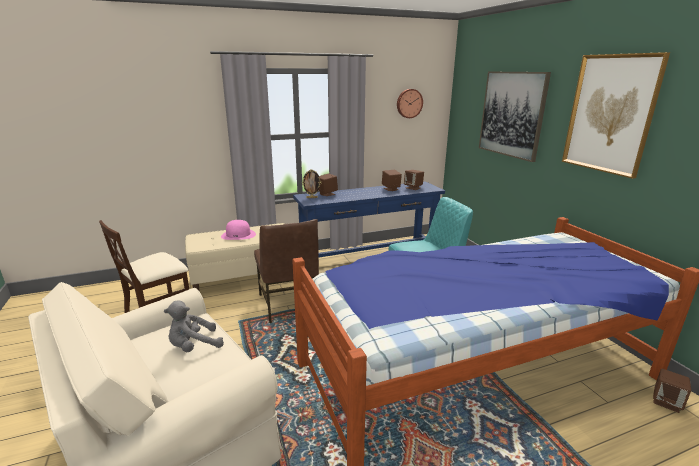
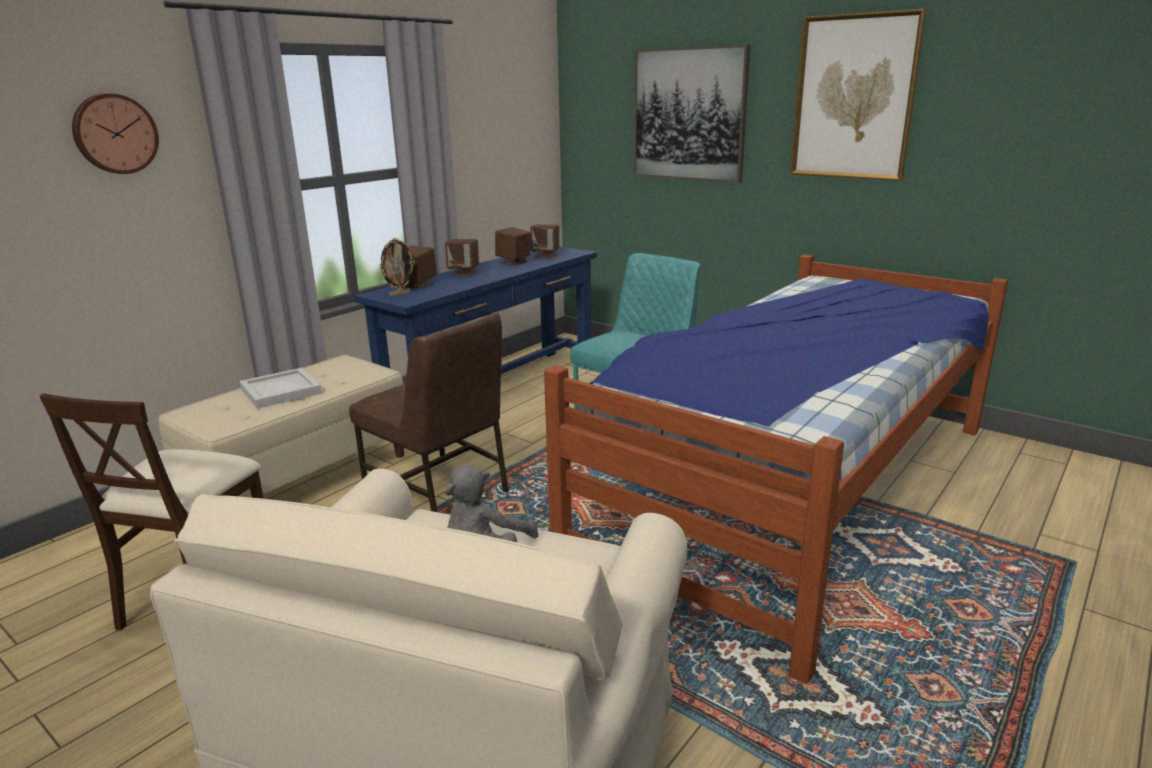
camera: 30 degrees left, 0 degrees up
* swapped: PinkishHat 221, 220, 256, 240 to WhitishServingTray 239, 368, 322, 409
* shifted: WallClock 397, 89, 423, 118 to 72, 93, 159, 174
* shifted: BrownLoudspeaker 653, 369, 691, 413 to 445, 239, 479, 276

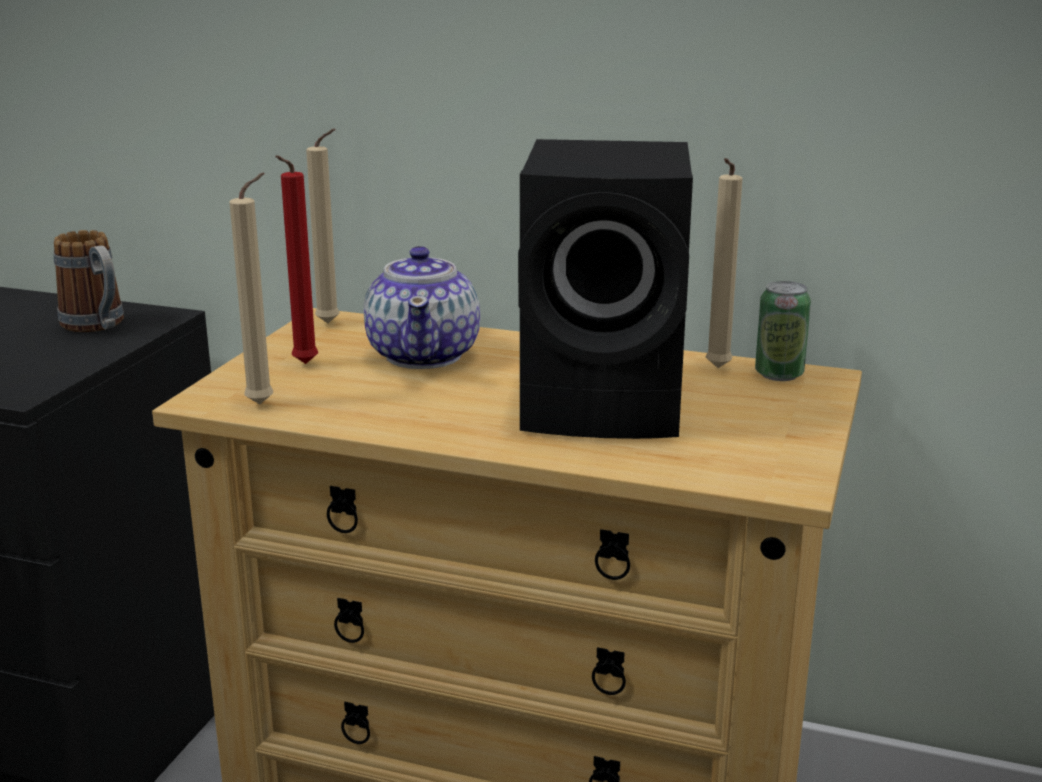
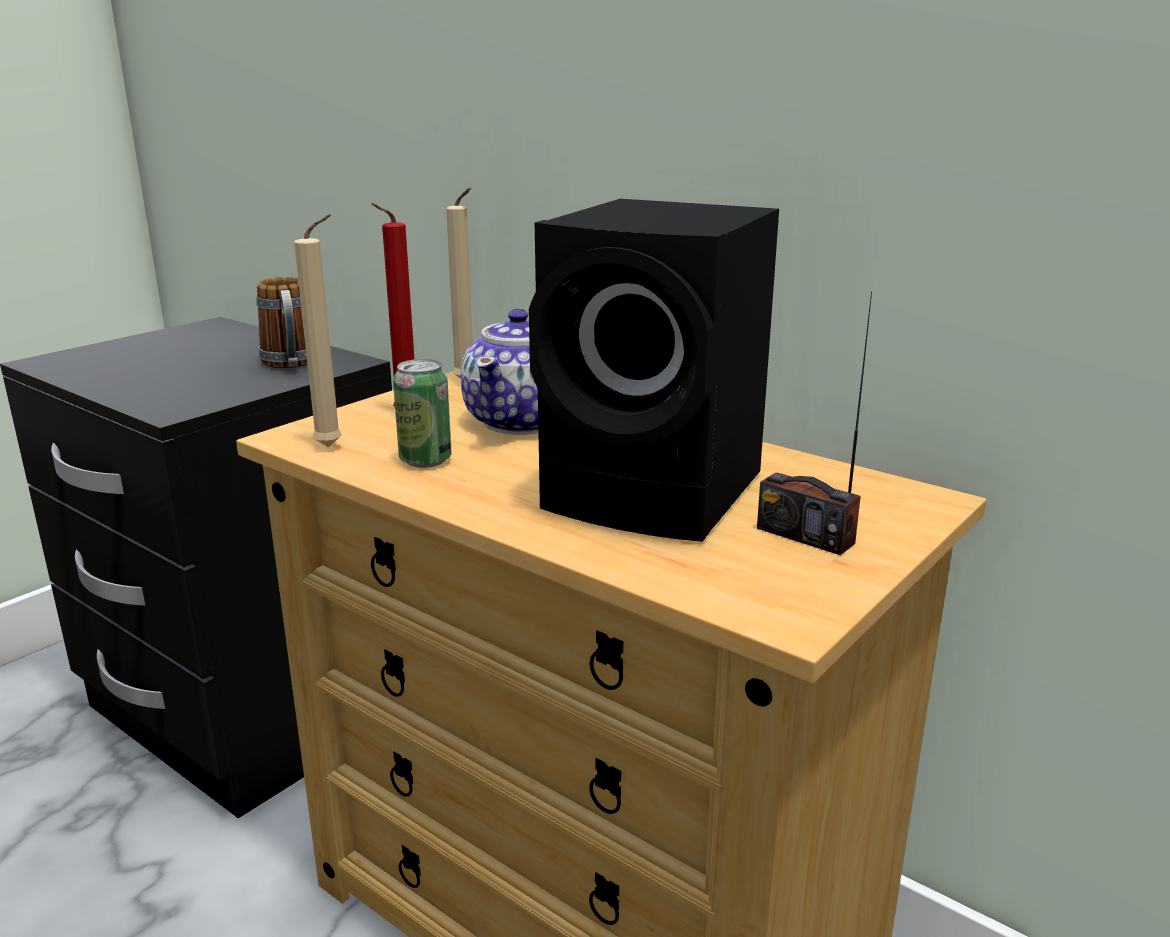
camera: 20 degrees right, 0 degrees up
* gone: BeigeColouredCandle 705, 158, 743, 368
* shifted: MetalCan 755, 281, 811, 381 to 393, 359, 452, 468
* new: RadioReceiver 757, 291, 872, 555

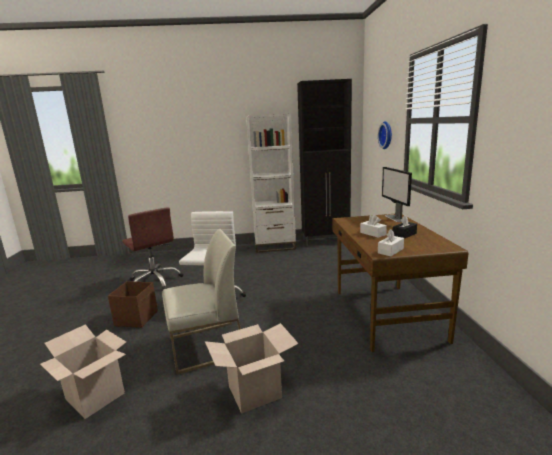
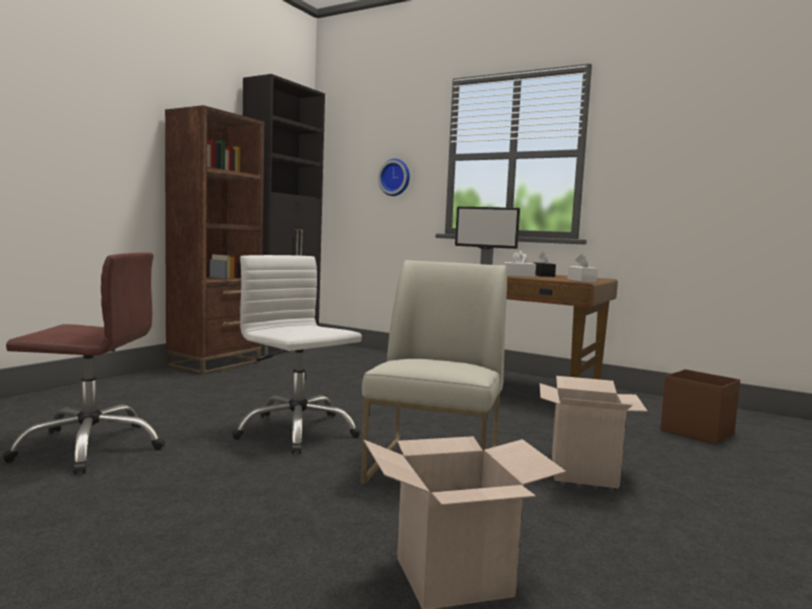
camera: 55 degrees left, 10 degrees down
* shifted: BrownStorageContainer 108, 281, 158, 328 to 660, 369, 740, 445
* repainted: WhitishBookshelf 246, 114, 296, 253 to BrownBookshelf 165, 105, 264, 375

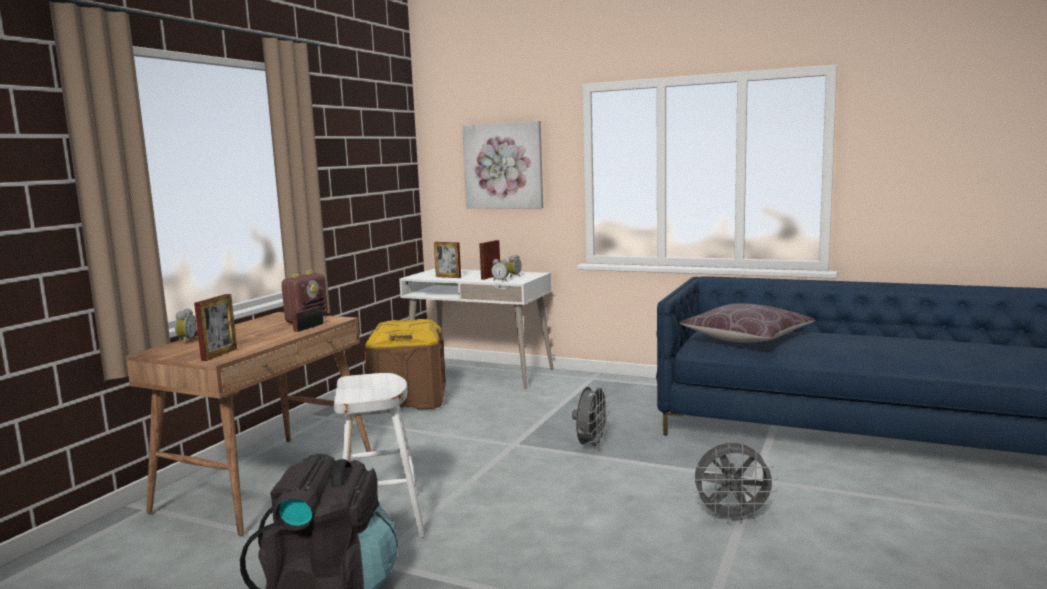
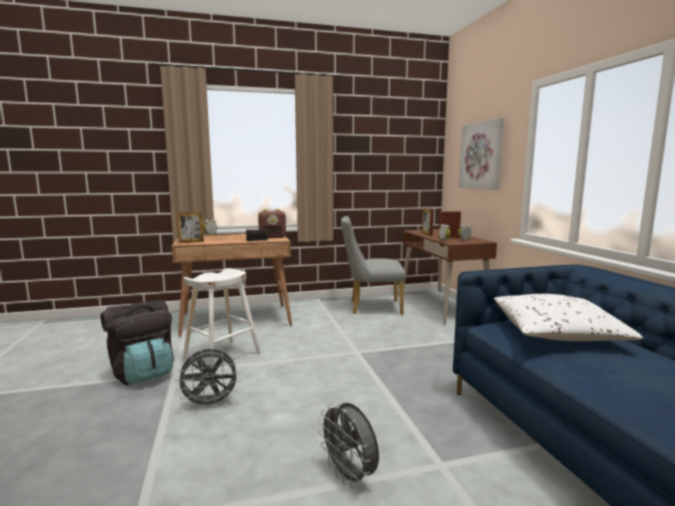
camera: 50 degrees right, 0 degrees up
* swapped: BrownStorageContainer 365, 319, 446, 410 to GreyUprightChair 341, 216, 406, 315
* repainted: WhitishDeskTable 399, 269, 553, 389 to BrownDeskTable 402, 229, 497, 325
* shifted: GreyFan 572, 384, 610, 450 to 175, 349, 240, 410
* repainted: BrownPillow 679, 304, 815, 343 to WhitishPillow 494, 294, 643, 341

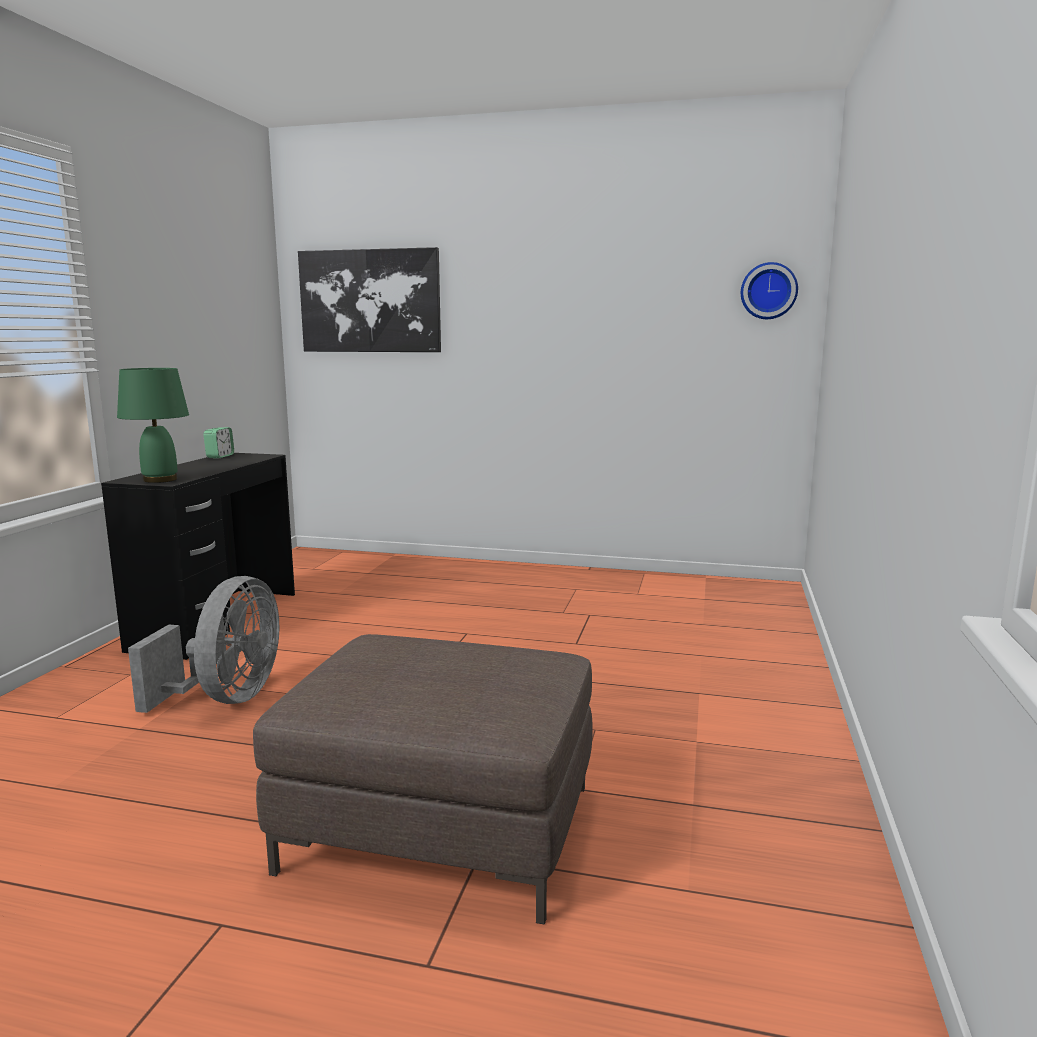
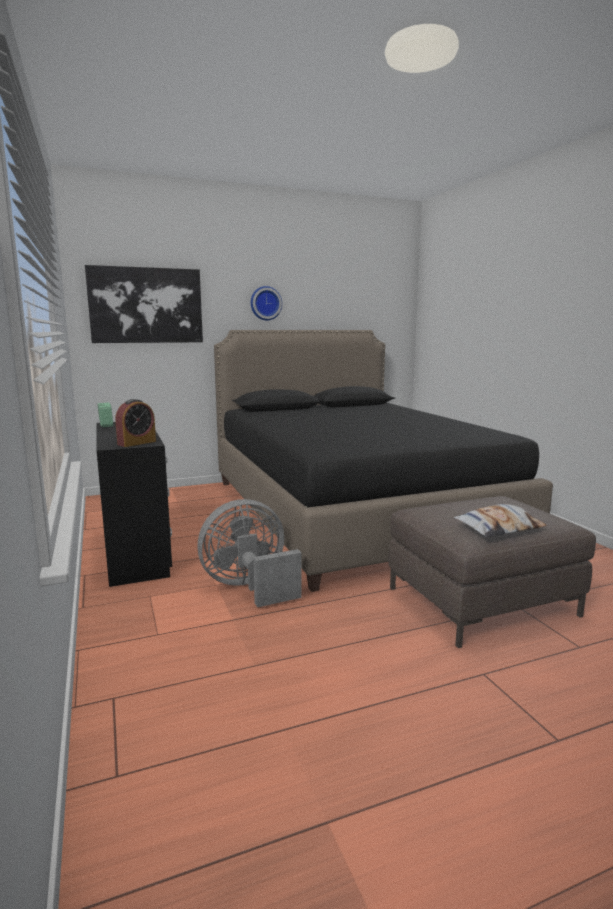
camera: 35 degrees left, 0 degrees up
* swapped: GreenishTableLamp 117, 368, 189, 483 to TableClock 115, 399, 156, 447
* rotated: GreyFan 128, 576, 279, 713 = 197, 499, 302, 607 90 degrees counterclockwise
* shifted: WallClock 741, 262, 798, 319 to 251, 286, 282, 320
* new: BlackishBed 214, 330, 553, 592
* new: Pillow 454, 504, 547, 538

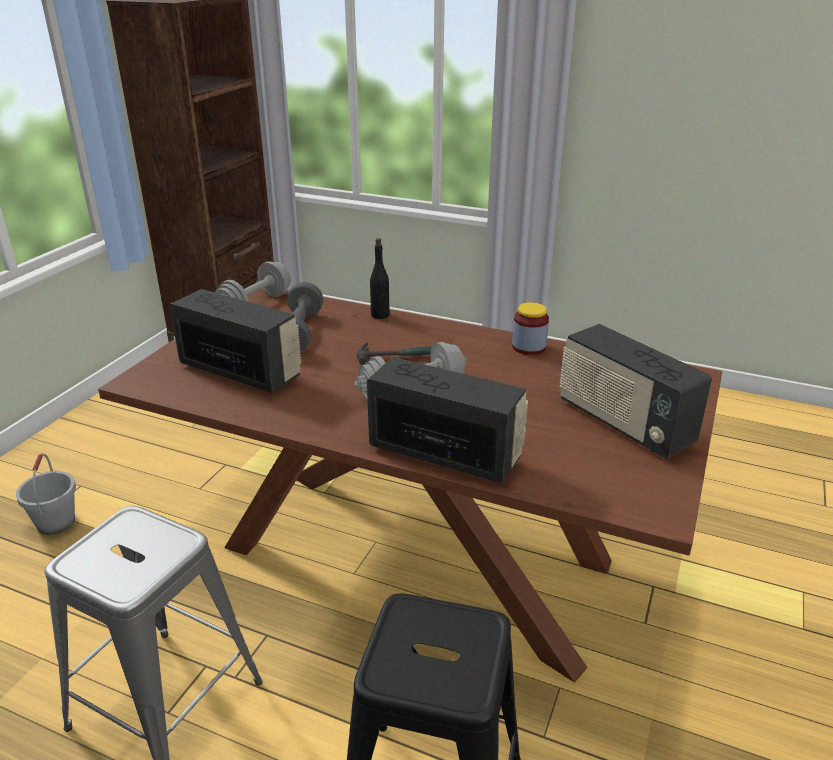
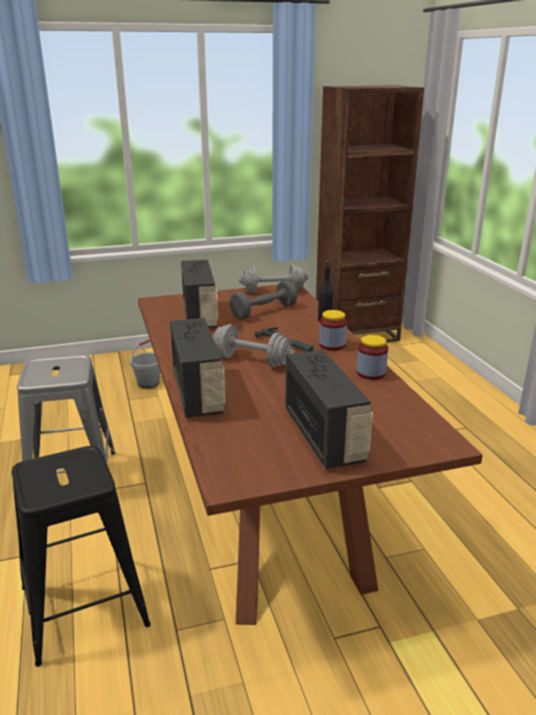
camera: 50 degrees right, 5 degrees down
* rotated: RadioReceiver 559, 324, 712, 459 = 285, 350, 373, 469 150 degrees clockwise
* new: Jar 319, 310, 347, 350

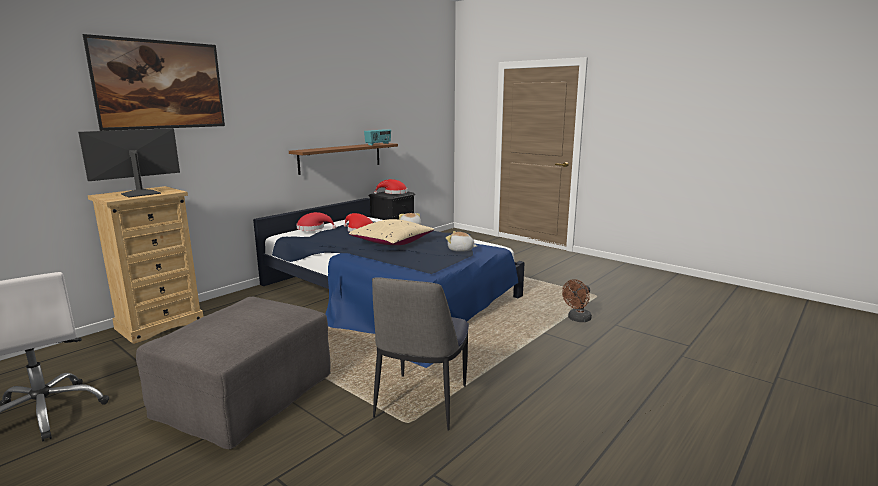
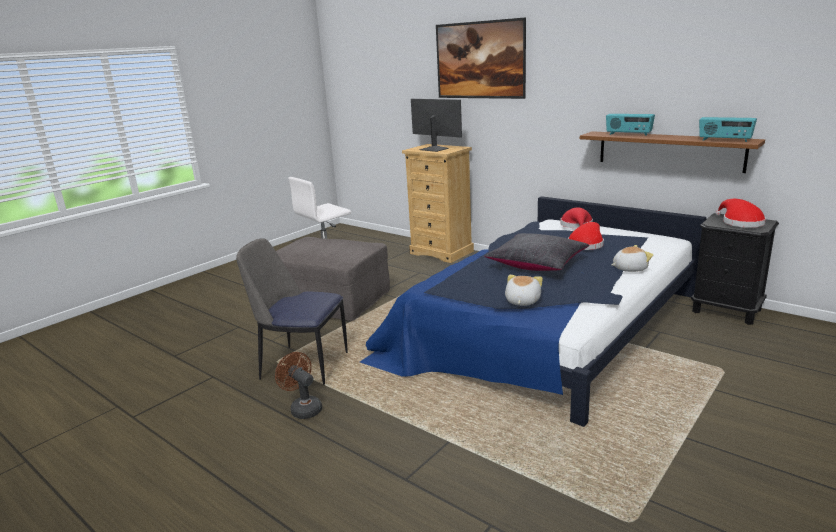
camera: 90 degrees right, 5 degrees up
* repainted: BeigeColouredPillow 349, 219, 434, 245 to BlackishPillow 484, 233, 589, 271
* shifted: BrownFan 562, 279, 592, 322 to 275, 352, 322, 419
* new: RadioReceiver 606, 114, 655, 136

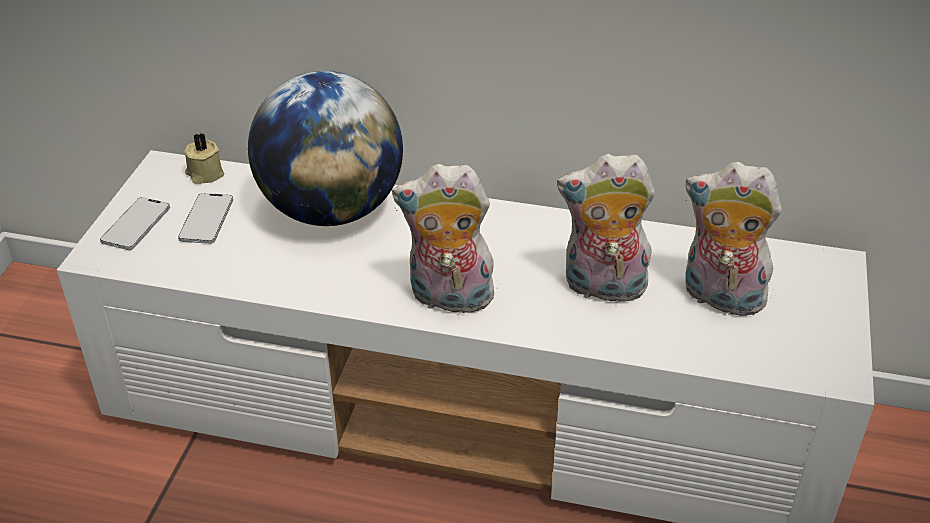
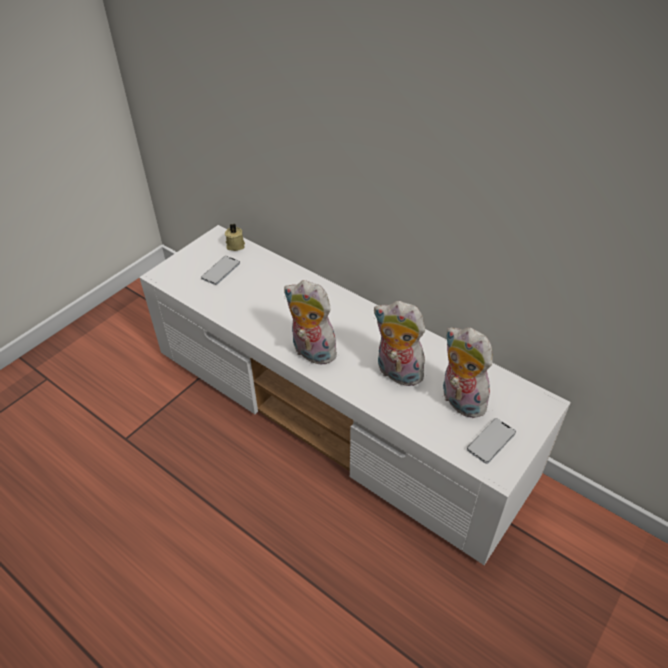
camera: 25 degrees right, 5 degrees up
* shifted: Phone 100, 197, 170, 250 to 467, 418, 516, 464
* gone: DeskGlobe 248, 71, 403, 226

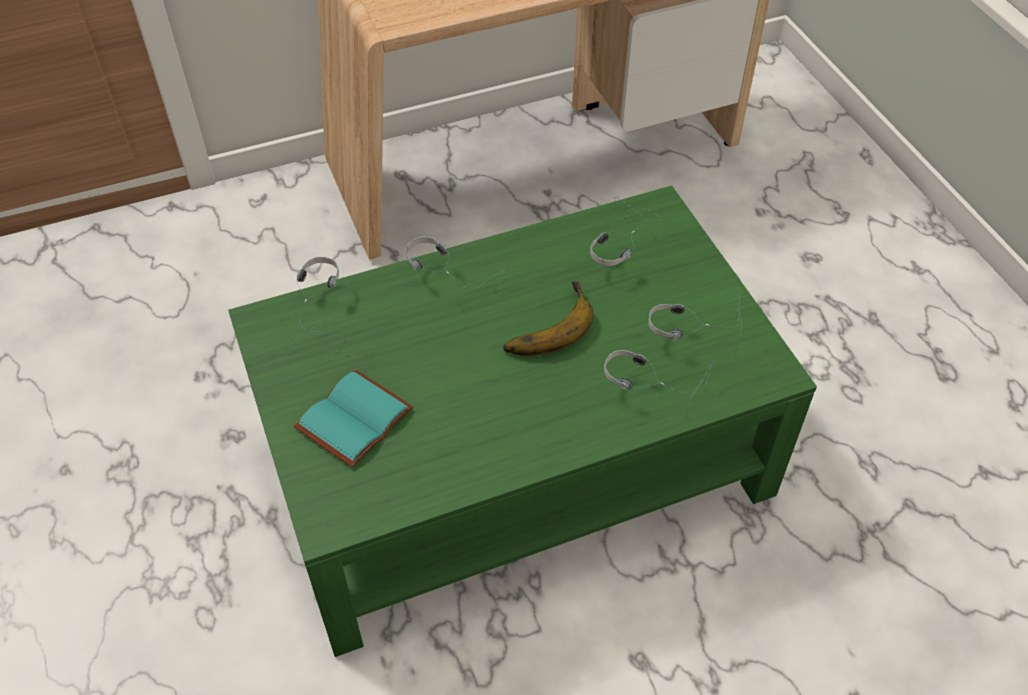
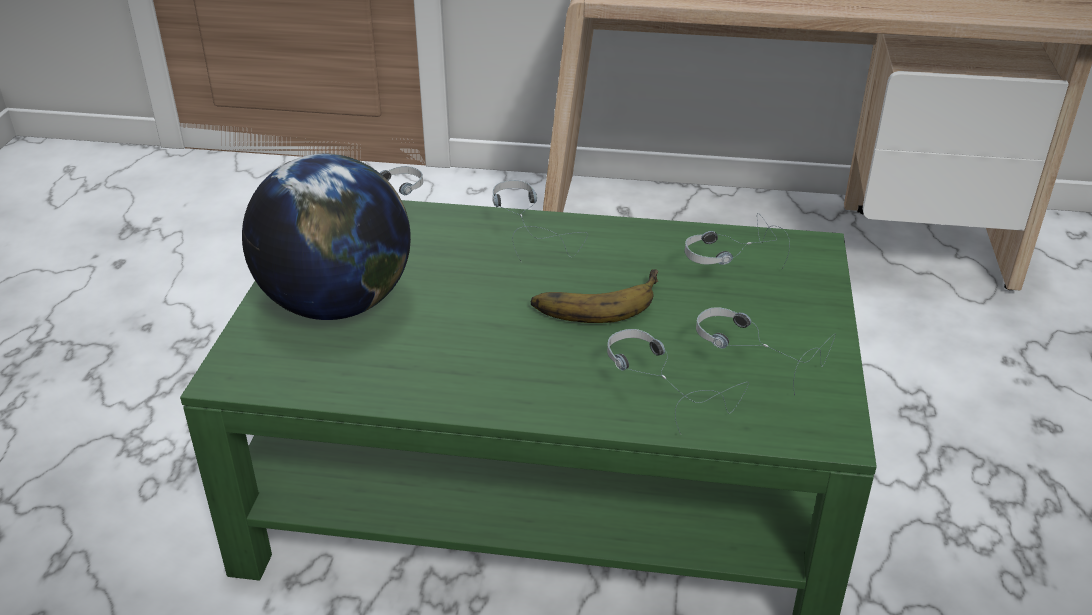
camera: 30 degrees right, 15 degrees down
* swapped: TurquoiseBoundBook 294, 369, 413, 467 to DeskGlobe 242, 154, 411, 320

